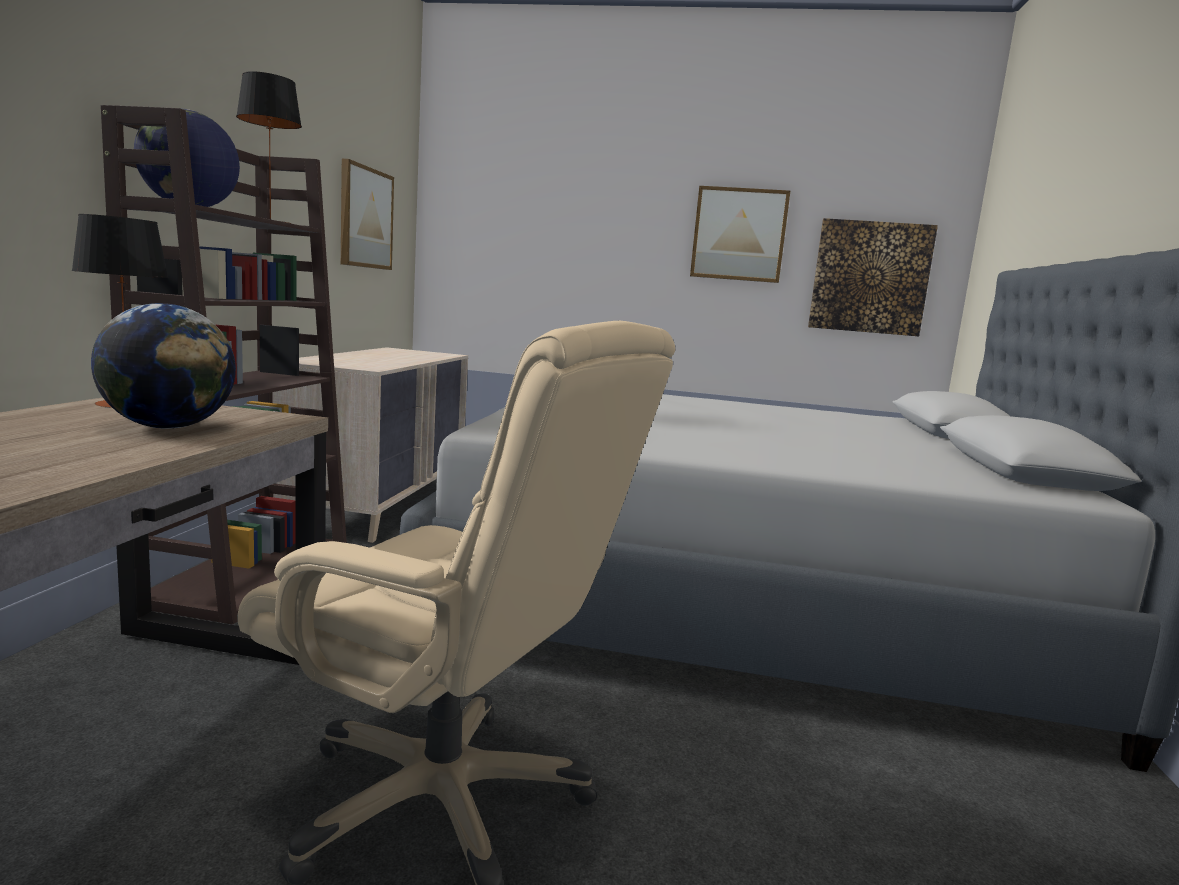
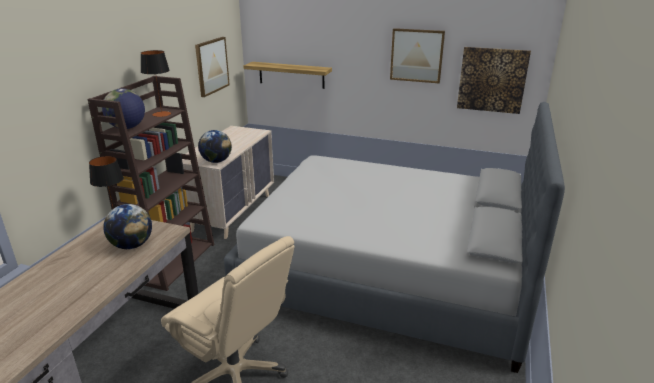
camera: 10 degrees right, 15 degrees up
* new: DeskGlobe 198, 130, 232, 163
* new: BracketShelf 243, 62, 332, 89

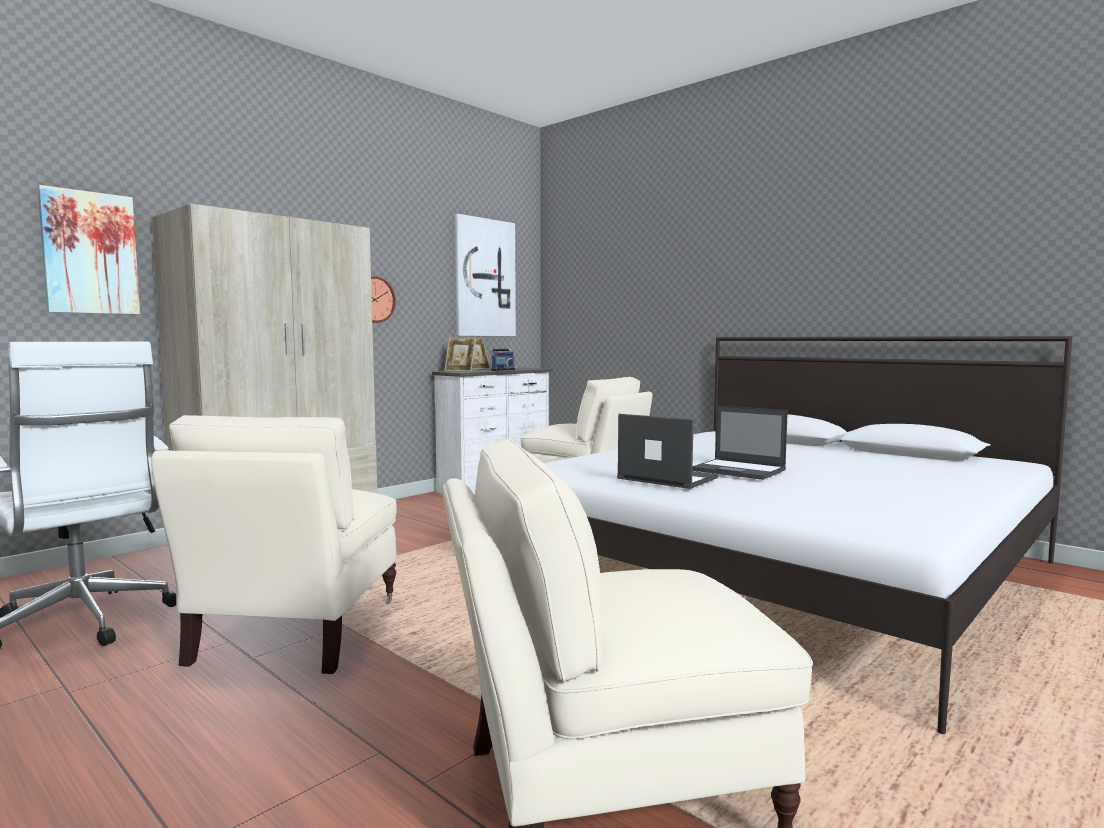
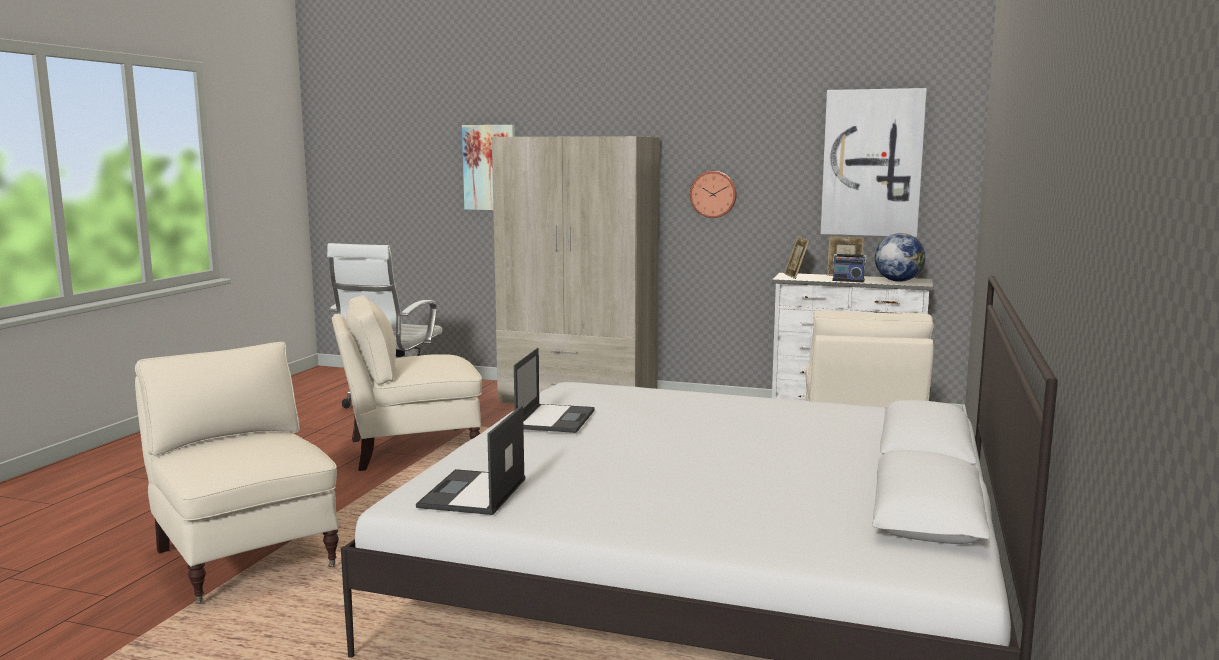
camera: 65 degrees right, 5 degrees up
* shifted: Laptop 692, 405, 788, 480 to 416, 405, 525, 515
* new: DeskGlobe 875, 233, 925, 282

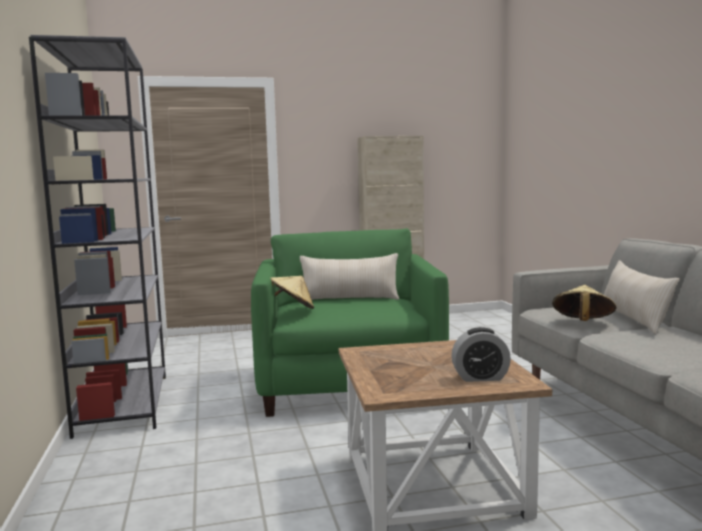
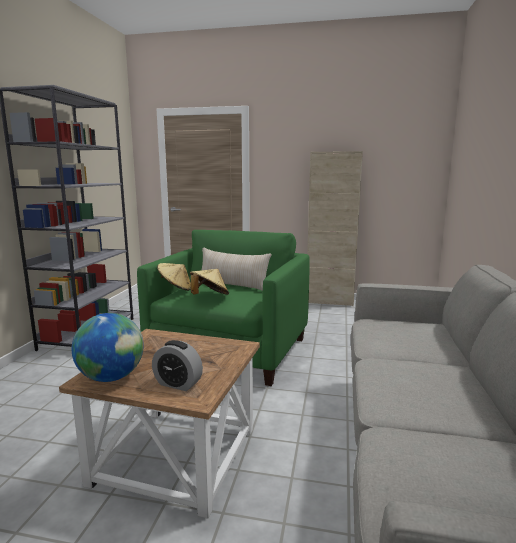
camera: 25 degrees right, 5 degrees up
* shifted: BeigeColouredHat 552, 285, 617, 321 to 190, 269, 229, 295
* gone: BeigeColouredPillow 604, 260, 680, 334
* new: DeskGlobe 72, 313, 144, 382

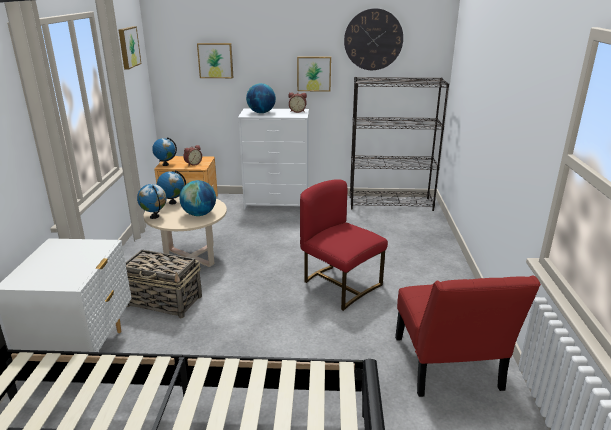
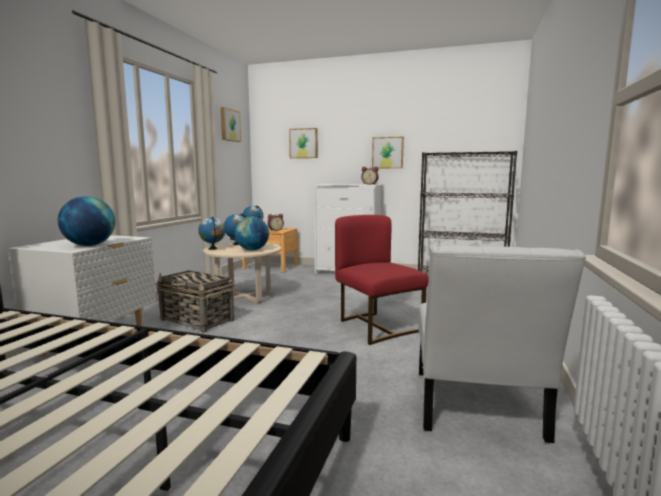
camera: 15 degrees right, 15 degrees down
* shifted: DeskGlobe 246, 83, 276, 113 to 58, 196, 115, 246
* gone: WallClock 344, 8, 403, 70
* repainted: RedColouredUprightChair 395, 276, 541, 397 to WhitishUprightChair 419, 246, 586, 443

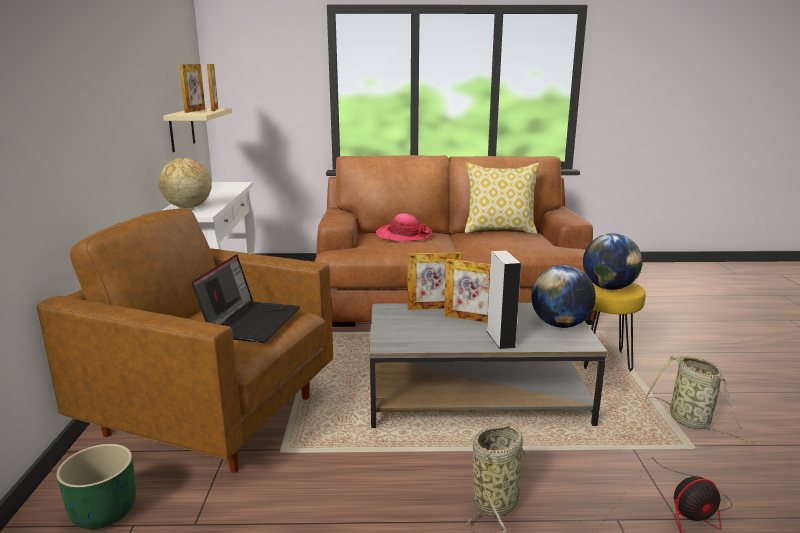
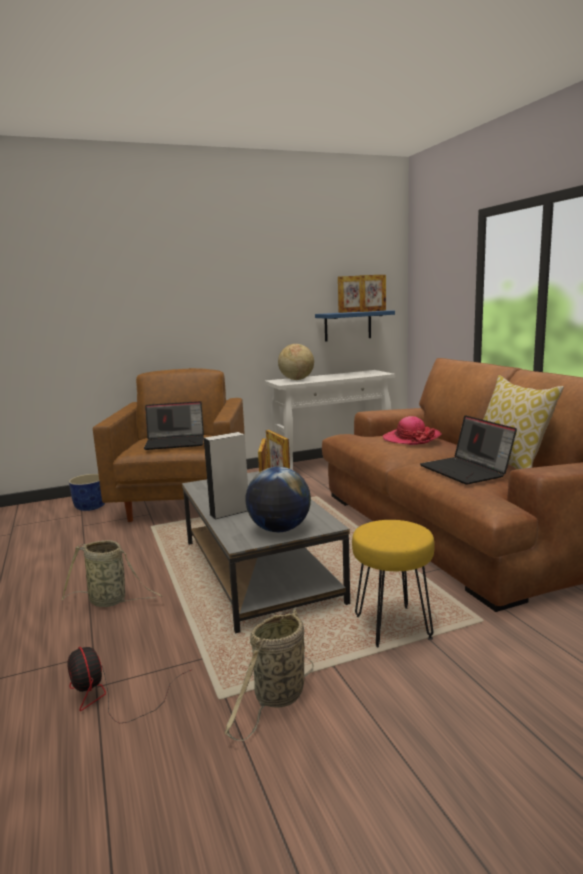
camera: 70 degrees right, 5 degrees down
* repainted: GreenishPlantPot 56, 444, 136, 529 to BluePlantPot 69, 474, 105, 511
* repainted: BeigeColouredBracketShelf 163, 108, 232, 152 to BlueBracketShelf 315, 310, 395, 342
* gone: DeskGlobe 583, 233, 643, 290
* new: Laptop 420, 415, 517, 485

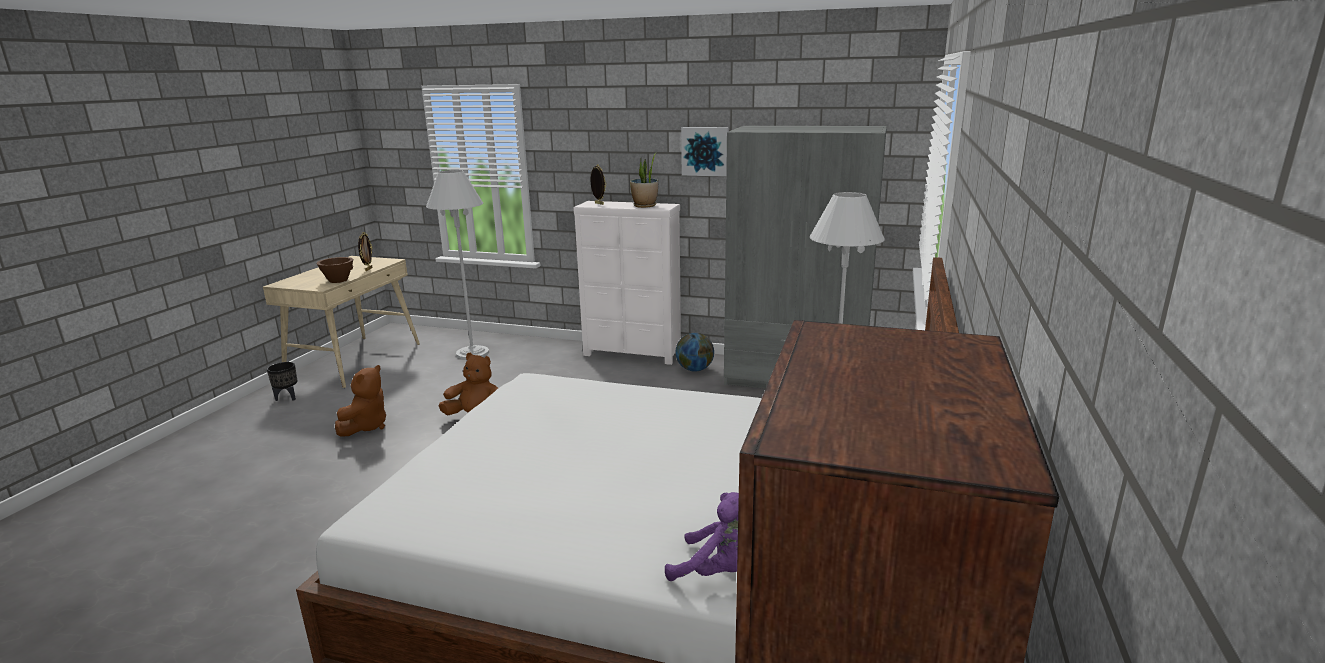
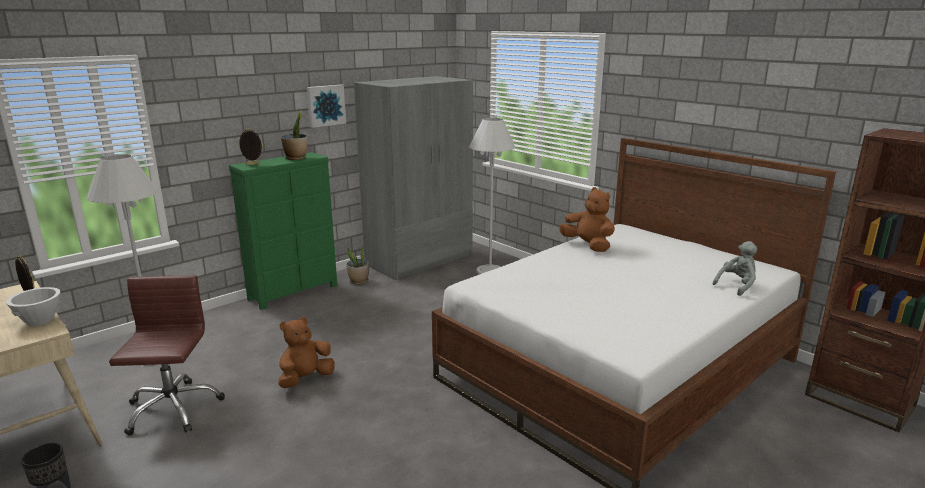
camera: 60 degrees left, 0 degrees up
* repainted: BrownServingBowl 316, 257, 353, 283 to WhitishServingBowl 6, 287, 60, 326
* shifted: BrownCuddlyToy 335, 365, 386, 437 to 559, 187, 615, 252
* repainted: WhitishDrawerChest 573, 201, 681, 365 to GreenishDrawerChest 229, 152, 337, 310
* repainted: PurpleCuddlyToy 665, 492, 739, 581 to GreyCuddlyToy 713, 241, 757, 296
* swapped: DeskGlobe 675, 333, 714, 372 to Houseplant 346, 246, 369, 284
* new: BrownOfficeChair 109, 276, 225, 436

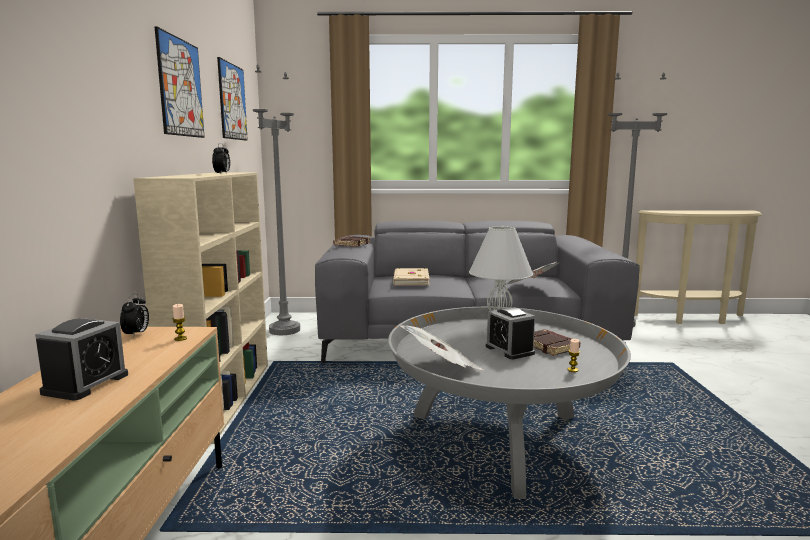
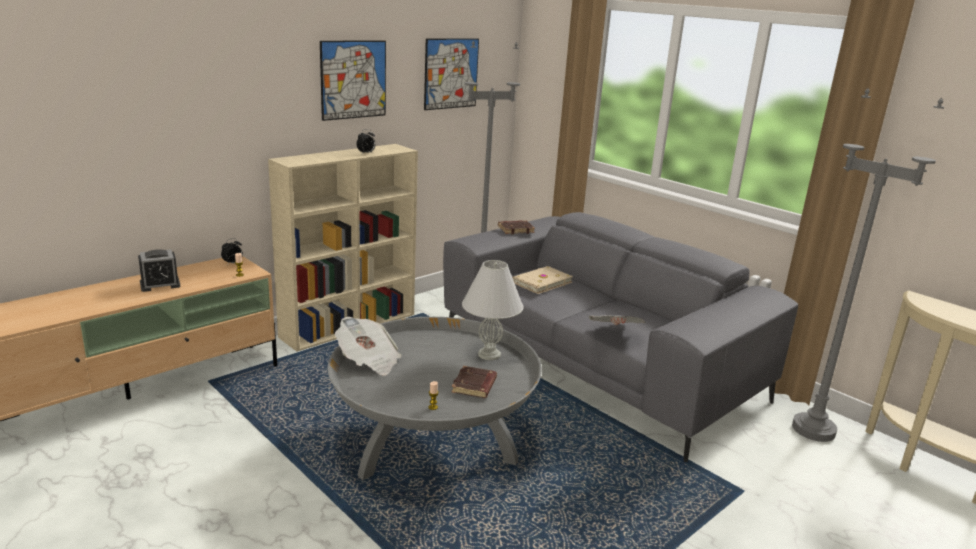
camera: 45 degrees right, 10 degrees up
* gone: TableClock 486, 307, 535, 360

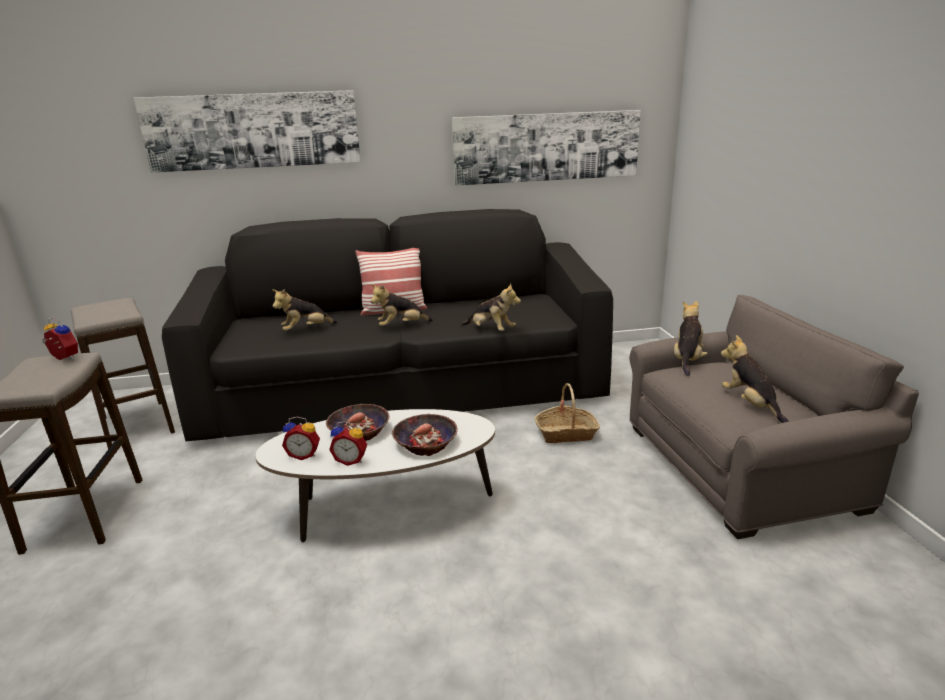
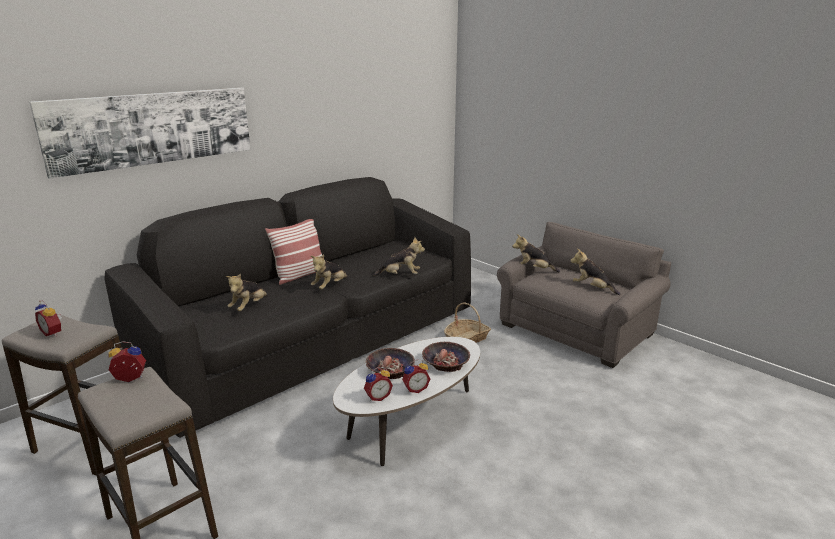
camera: 35 degrees left, 0 degrees up
* gone: WallArt 452, 110, 641, 186
* rotated: CuddlyToy 674, 301, 708, 376 = 512, 234, 560, 273 60 degrees counterclockwise
* new: TableClock 35, 301, 62, 337

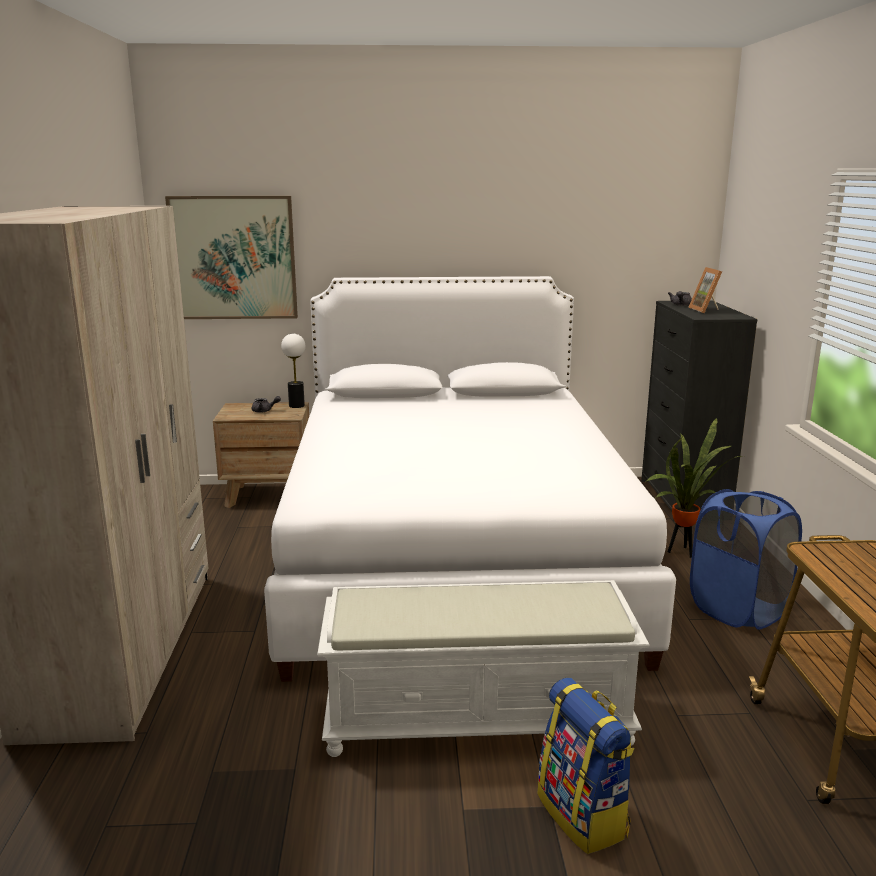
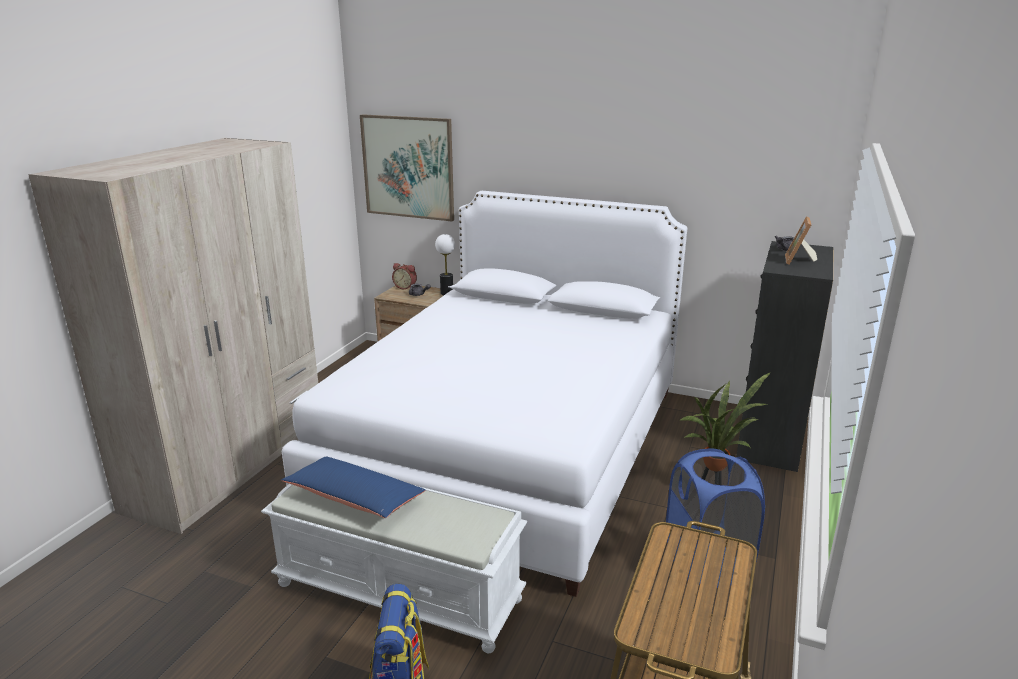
camera: 25 degrees right, 5 degrees up
* new: BluePillow 281, 456, 426, 518
* new: TableClock 392, 263, 417, 289

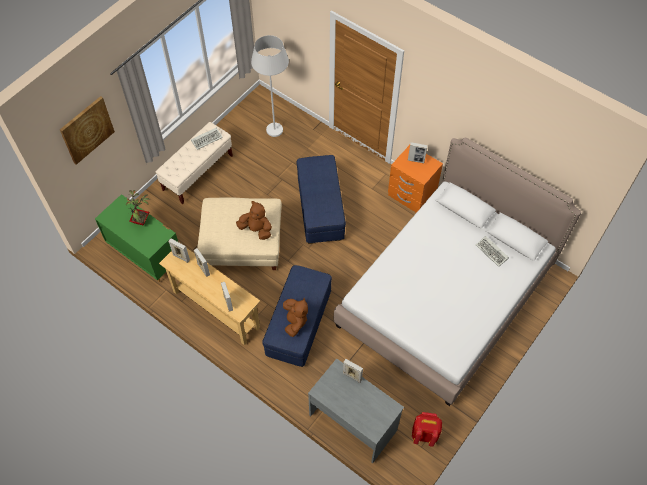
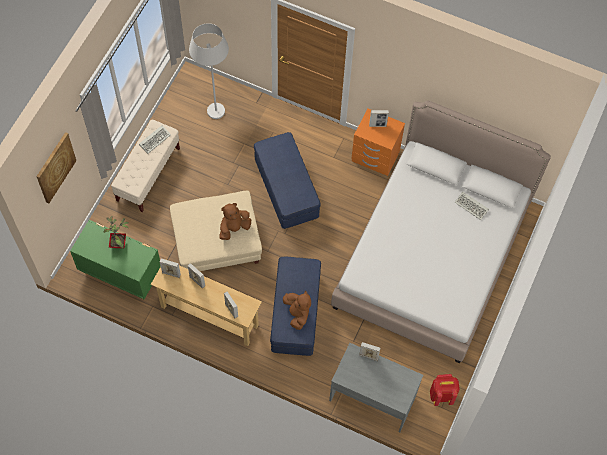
camera: 15 degrees left, 5 degrees up
* rotated: BrownCuddlyToy 236, 201, 272, 240 = 219, 203, 251, 240 45 degrees counterclockwise

